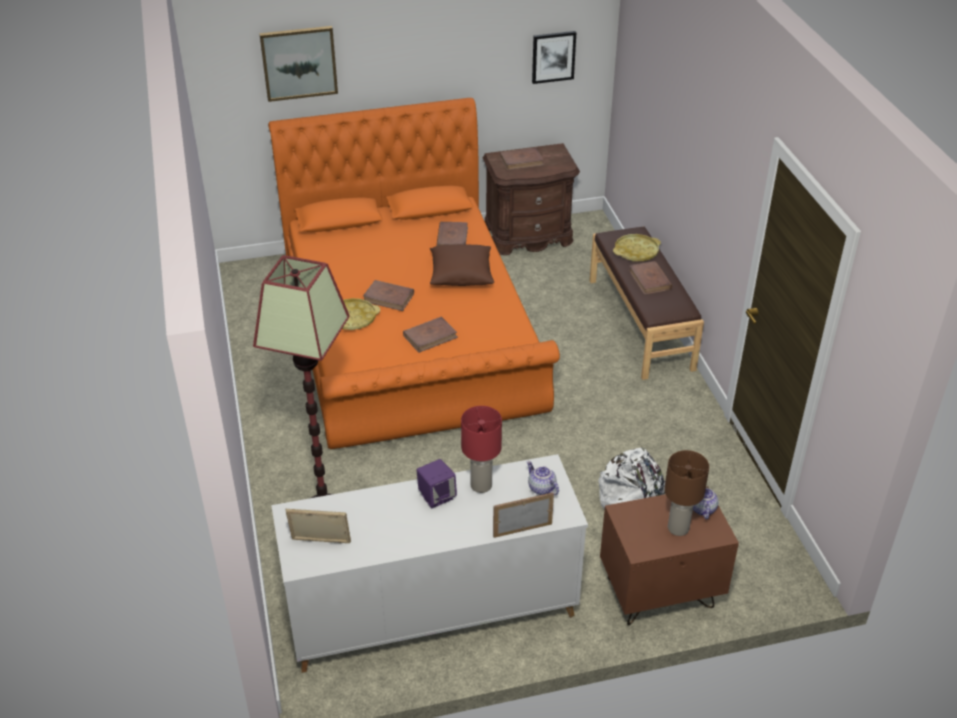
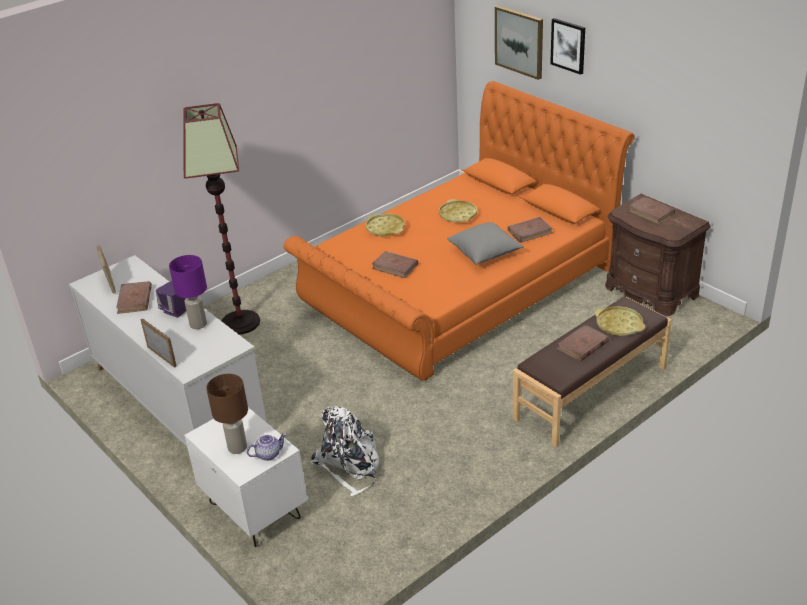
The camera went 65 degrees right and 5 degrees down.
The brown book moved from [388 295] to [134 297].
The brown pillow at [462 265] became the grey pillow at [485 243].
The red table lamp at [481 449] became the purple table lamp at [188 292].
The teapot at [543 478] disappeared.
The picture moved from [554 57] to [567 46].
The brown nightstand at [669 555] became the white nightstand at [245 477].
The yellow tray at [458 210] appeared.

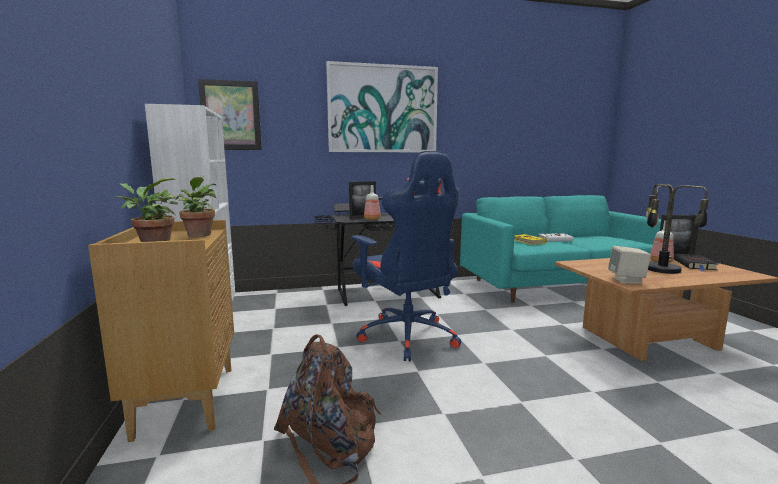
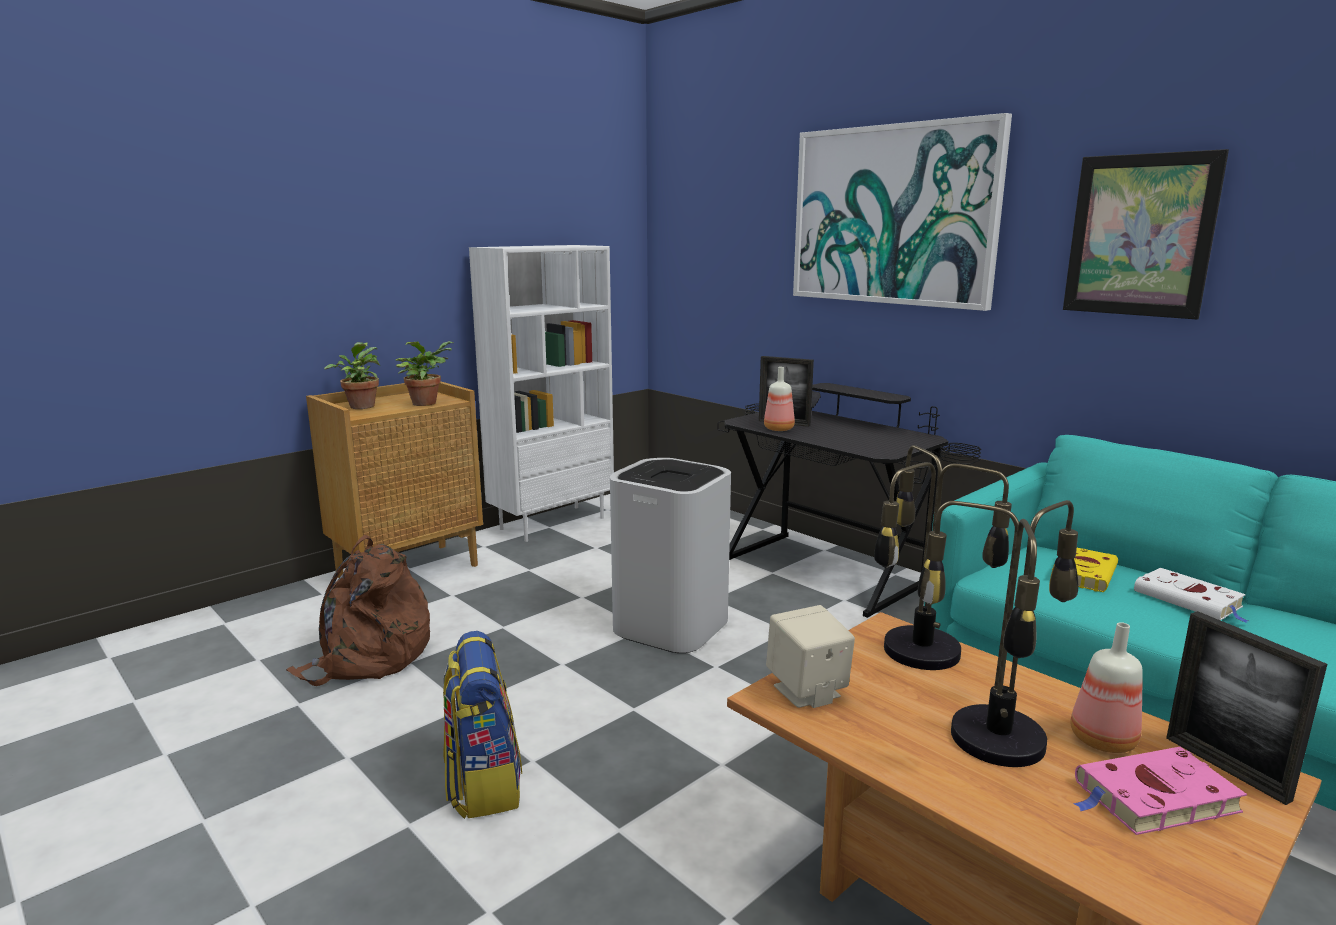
The camera went 60 degrees right and 5 degrees up.
The picture moved from [230 114] to [1146 234].
The blue office chair at [406 256] was replaced by the white trash can at [670 555].
The black book at [696 263] became the pink book at [1160 791].
The backpack at [482 725] appeared.
The table lamp at [943 557] appeared.

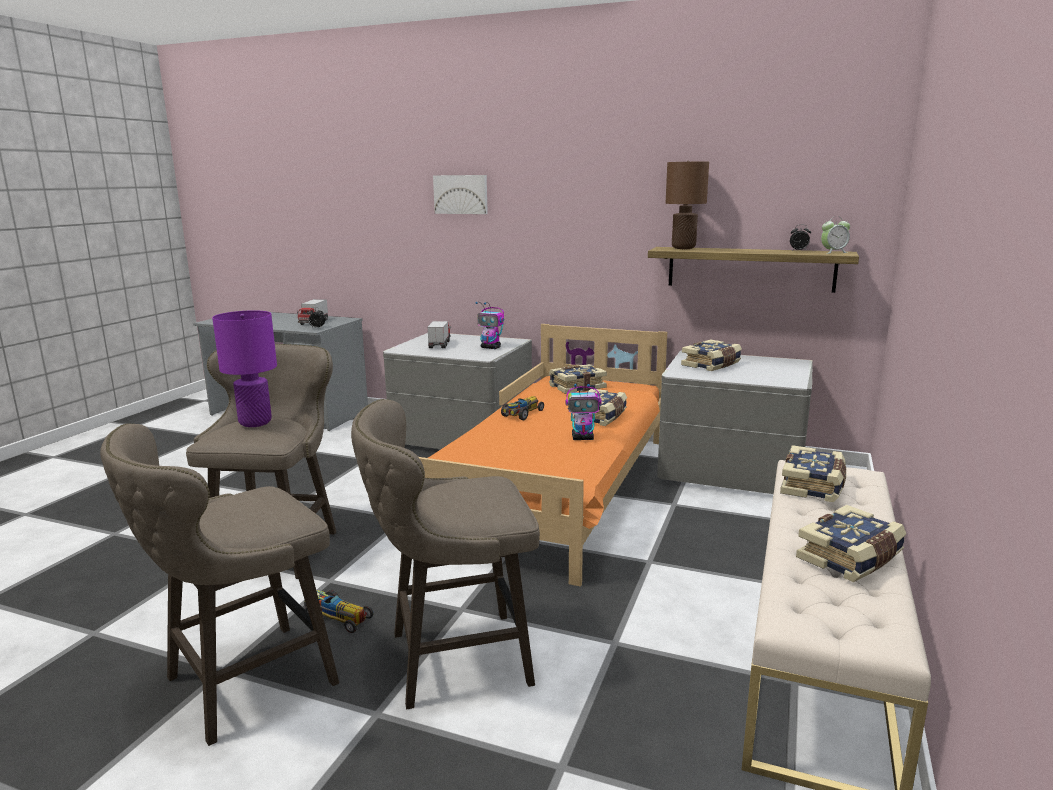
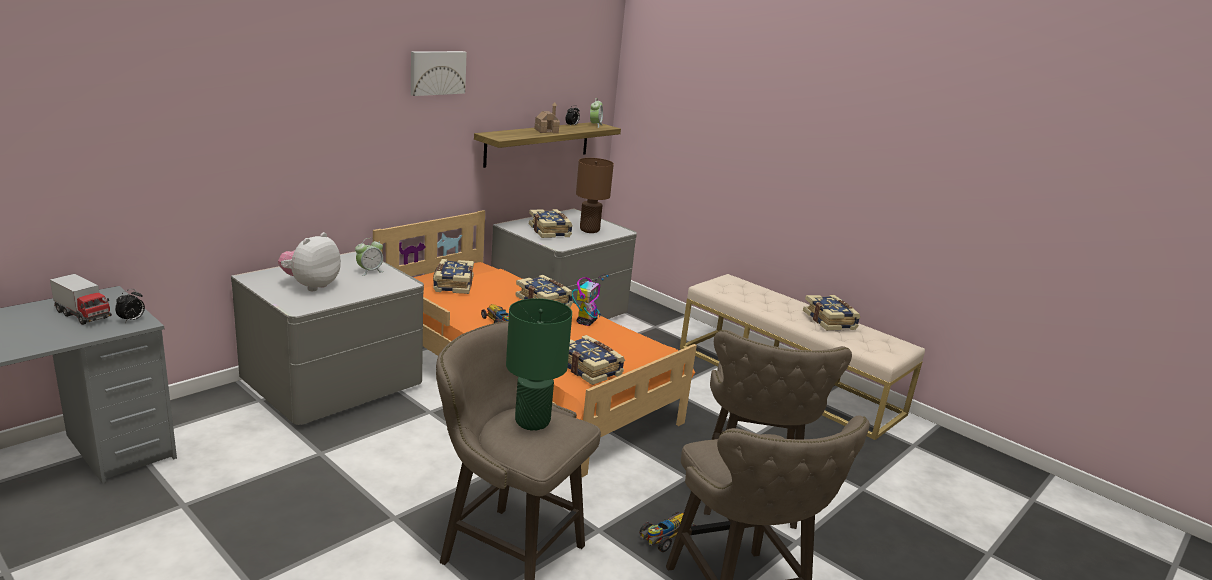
The camera went 70 degrees left and 5 degrees up.
The purple table lamp at [244 368] became the green table lamp at [539 364].
The toy truck at [439 334] was replaced by the plush toy at [309 261].
The picture moved from [460 194] to [439 73].
The toy robot at [489 325] was replaced by the alarm clock at [369 257].
The brown table lamp moved from [687 205] to [595 195].
The book moved from [813 473] to [596 360].
The toy house at [547 117] appeared.

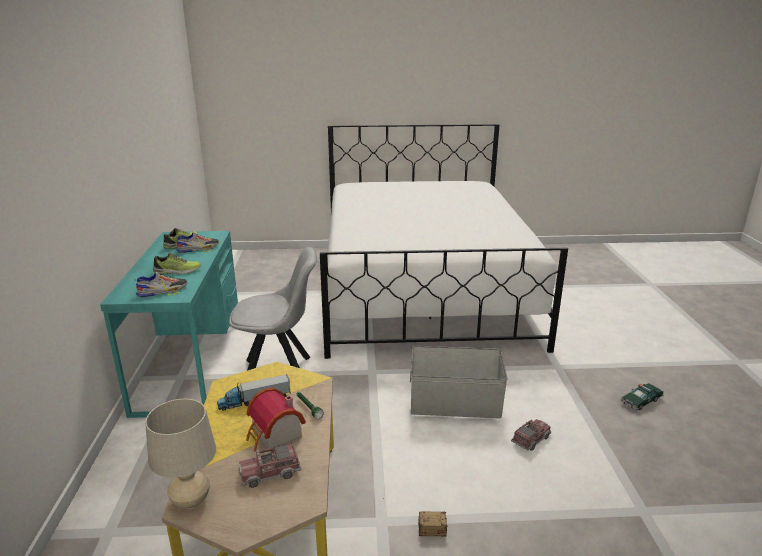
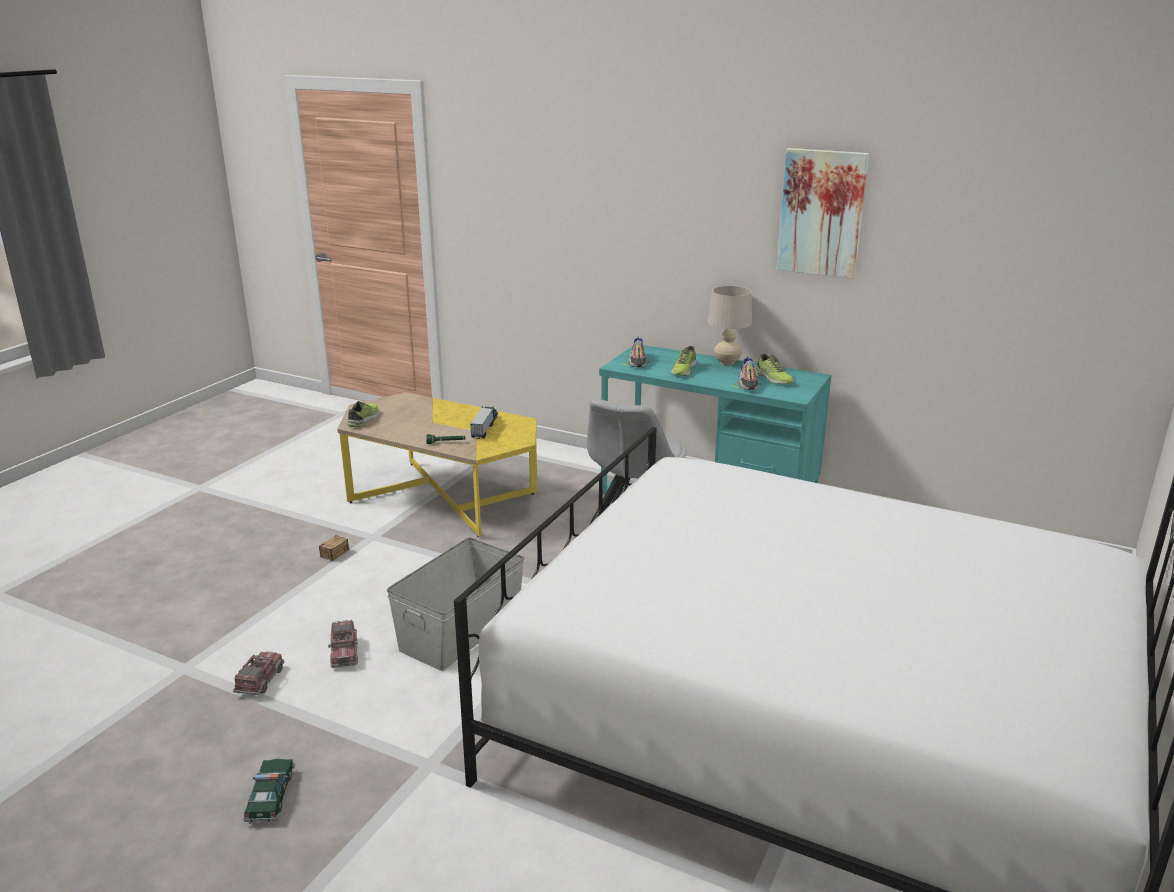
The camera went 120 degrees right and 0 degrees up.
The beige table lamp moved from [180 454] to [730 325].
The toy truck moved from [270 465] to [258 673].
The toy house at [276 420] disappeared.
The shoe at [363 414] appeared.
The picture at [823 213] appeared.

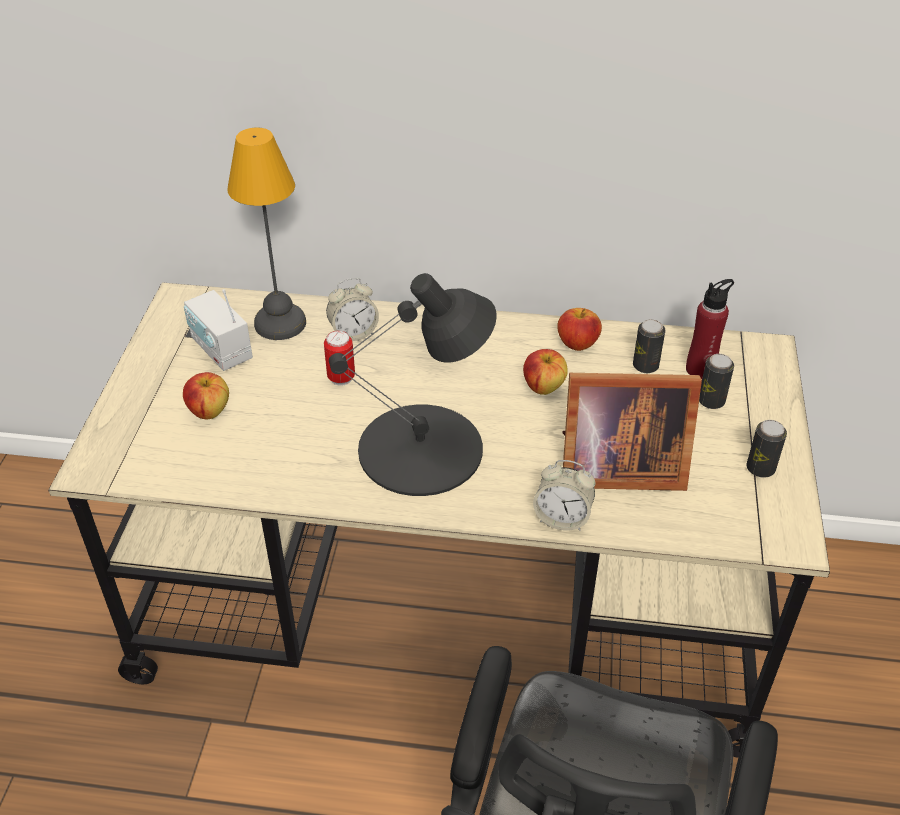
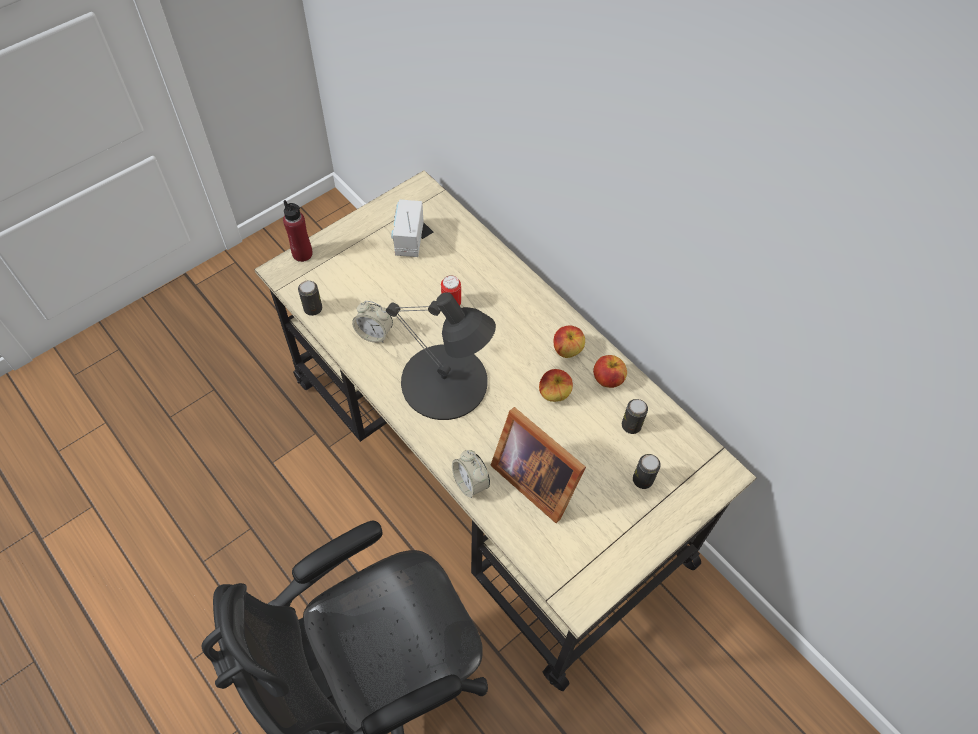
The camera went 40 degrees right and 15 degrees up.
The apple moved from [206 395] to [569 341].
The table lamp at [266 234] disappeared.
The alarm clock moved from [352 309] to [372 322].
The red bottle moved from [710 329] to [298 231].
The can moved from [767 448] to [310 298].

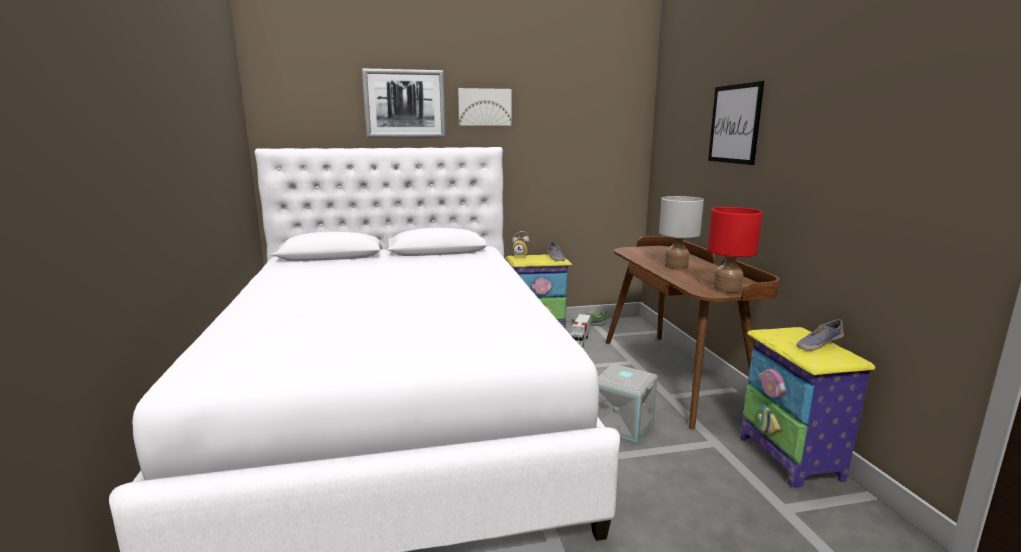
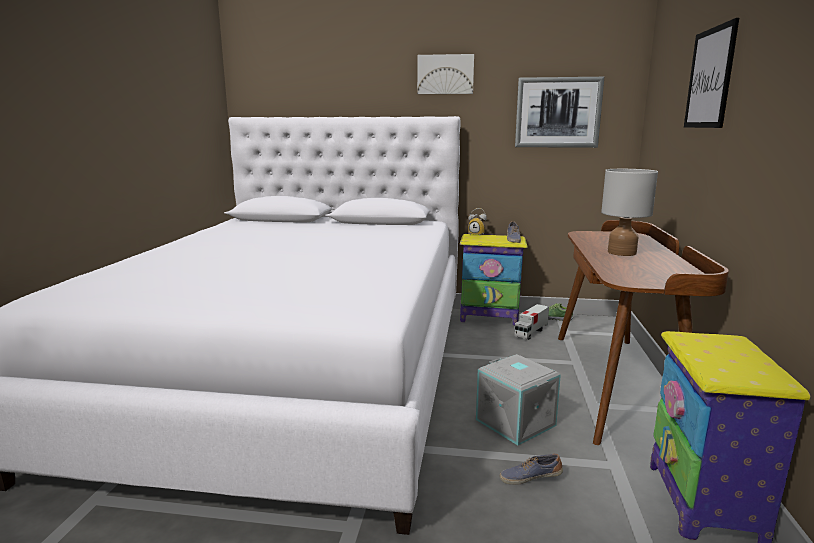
The camera went 20 degrees right and 0 degrees up.
The picture moved from [404 103] to [559 112].
The red table lamp at [735 250] disappeared.
The shoe moved from [820 335] to [531 469].

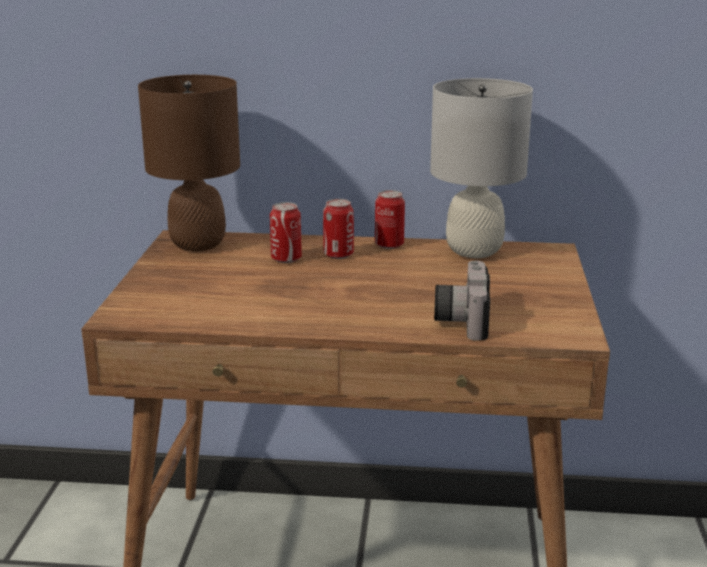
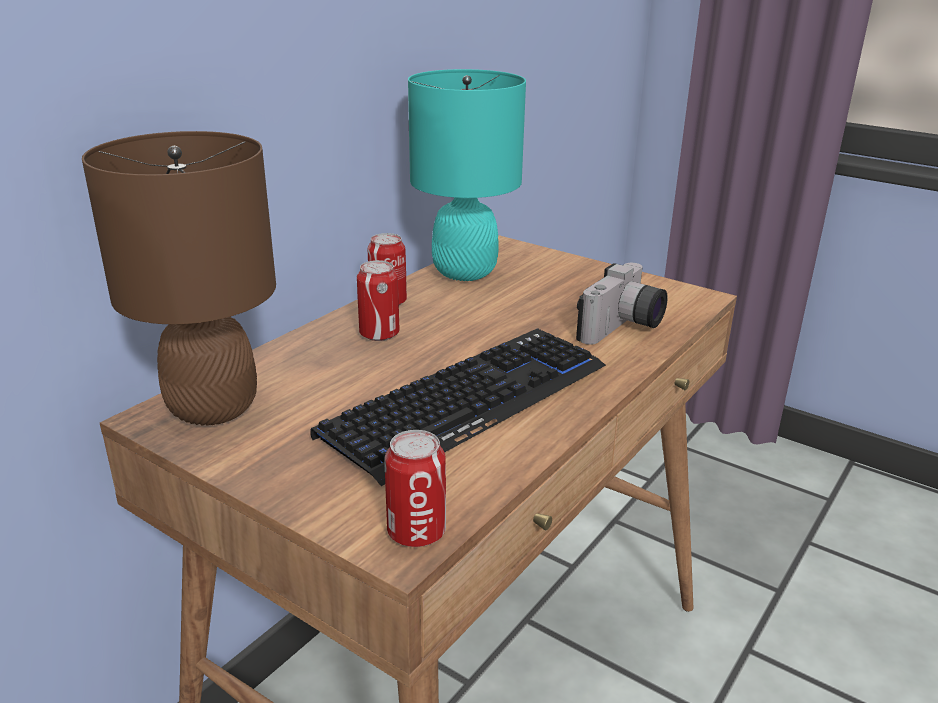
The camera went 60 degrees left and 5 degrees up.
The can moved from [286 232] to [415 488].
The grey table lamp at [481 168] became the turquoise table lamp at [467 175].
The photo camera at [462 301] turned 90 degrees counterclockwise.
The keyboard at [458 407] appeared.

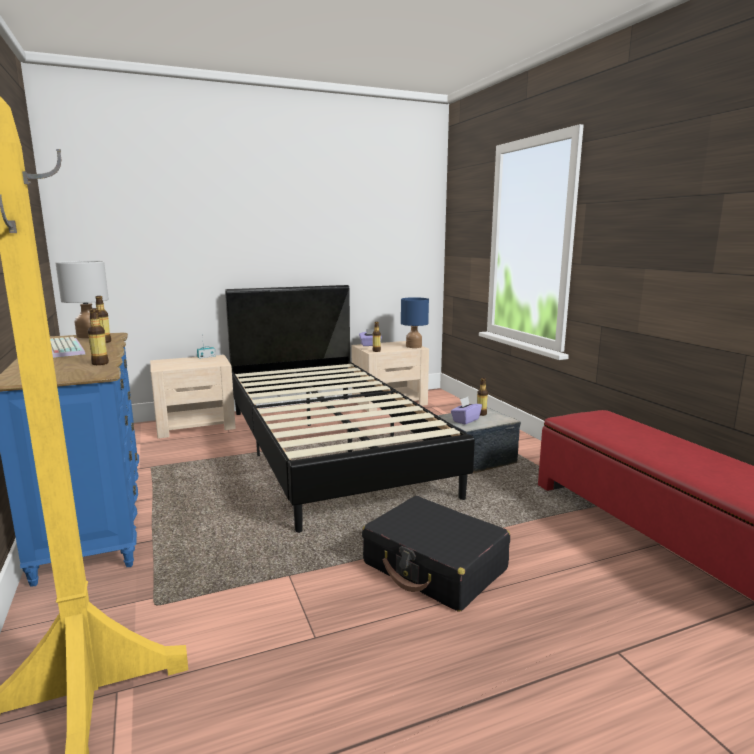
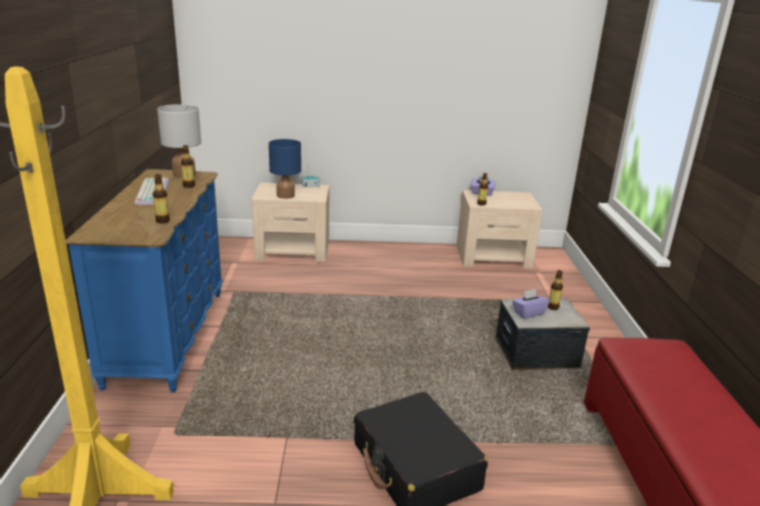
The camera went 20 degrees right and 10 degrees up.
The black bed at [350 409] disappeared.
The blue table lamp moved from [415 322] to [285 169].

